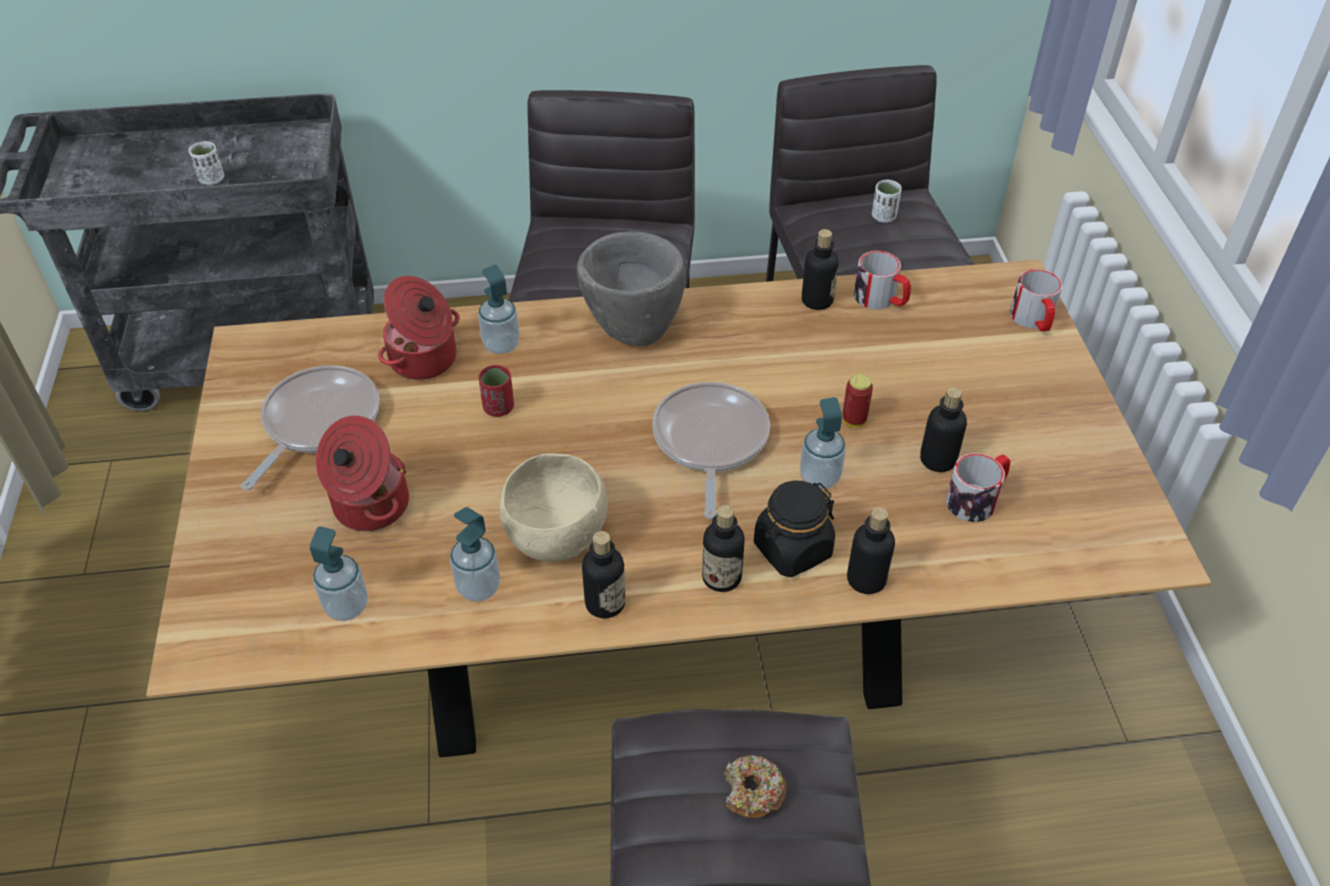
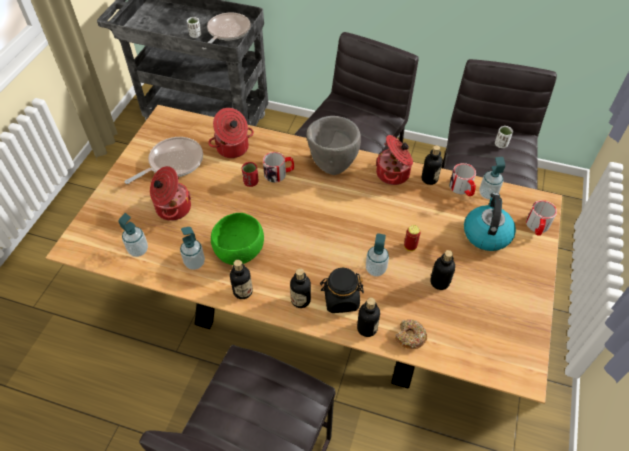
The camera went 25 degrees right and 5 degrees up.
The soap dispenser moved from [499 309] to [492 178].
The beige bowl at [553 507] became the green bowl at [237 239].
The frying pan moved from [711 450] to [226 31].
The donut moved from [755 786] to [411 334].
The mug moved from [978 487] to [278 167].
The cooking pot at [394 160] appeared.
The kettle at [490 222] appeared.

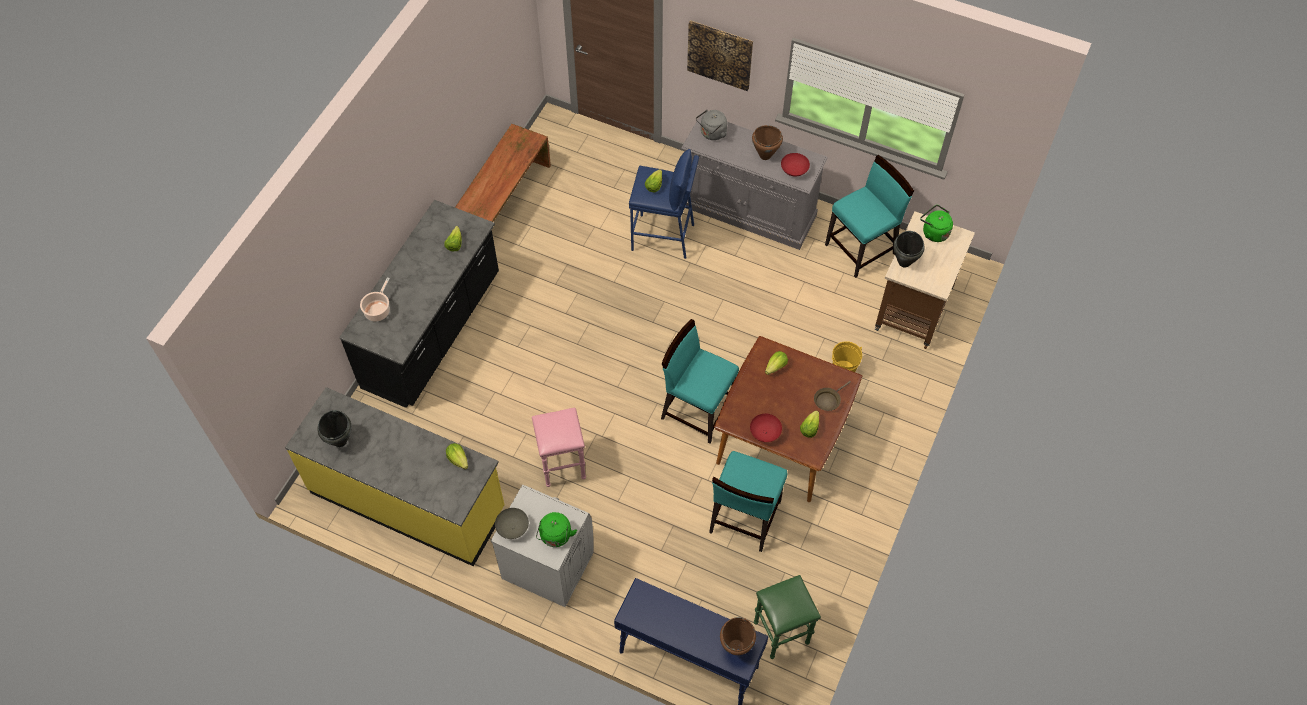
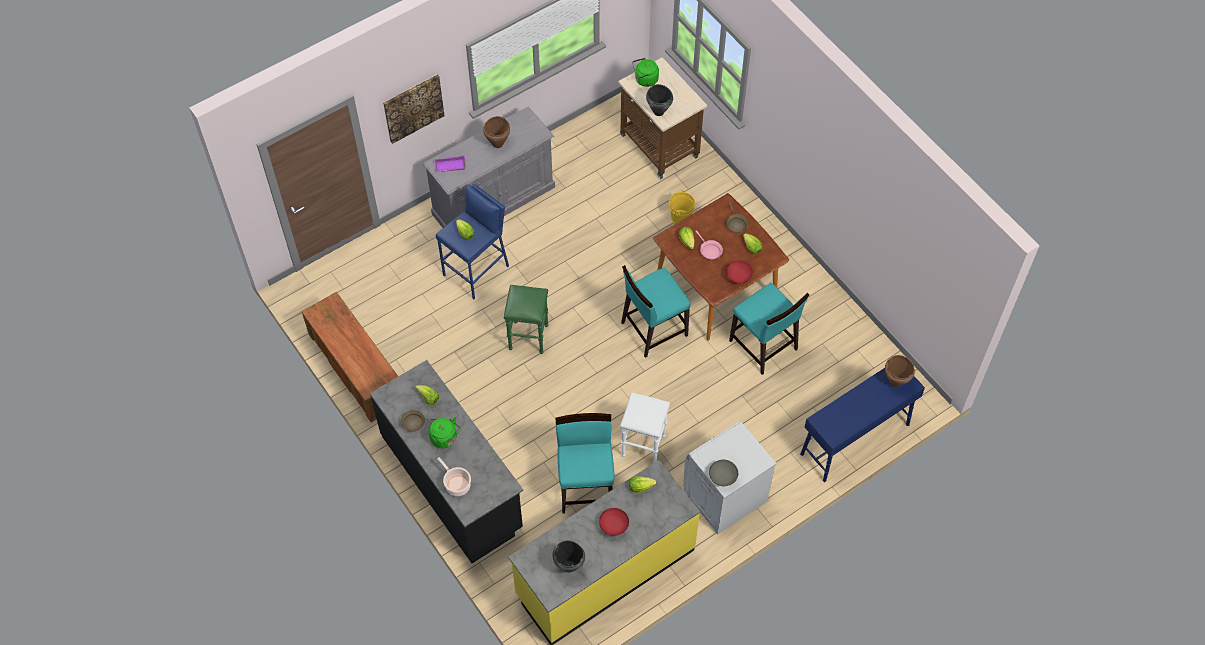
The camera went 60 degrees left and 0 degrees up.
The pink stool at [559 447] became the white stool at [645 427].
The green kettle moved from [556 529] to [445 432].
The grey kettle at [711 125] was replaced by the purple tray at [450 163].
The green stool moved from [787 617] to [526 319].
The red bowl moved from [795 165] to [614 522].
The turquoise chair moved from [869 216] to [585 463].
The brown frying pan at [420 421] appeared.
The pink frying pan at [709 244] appeared.

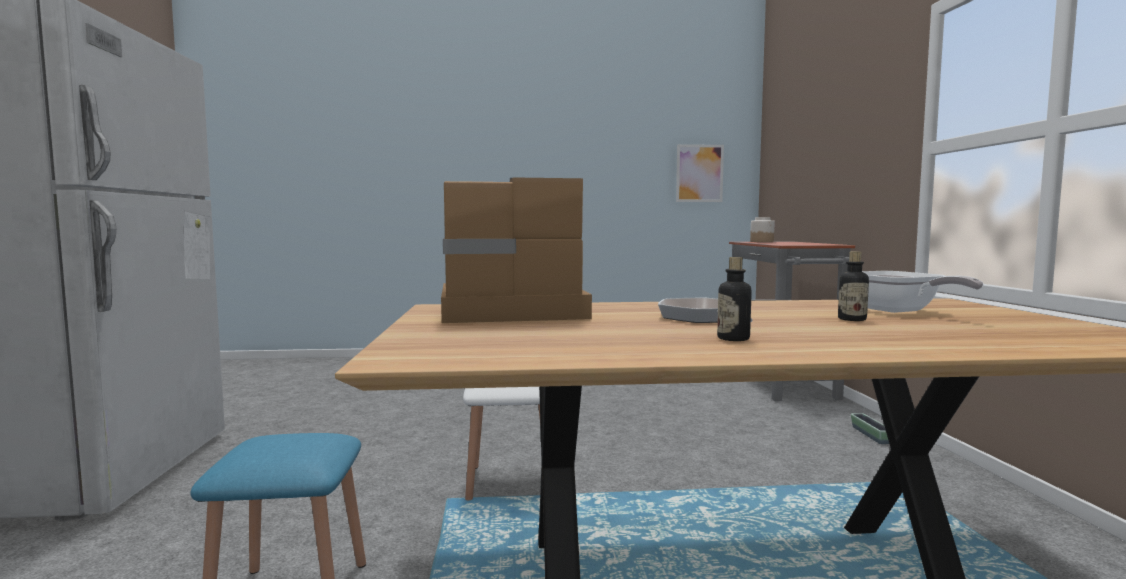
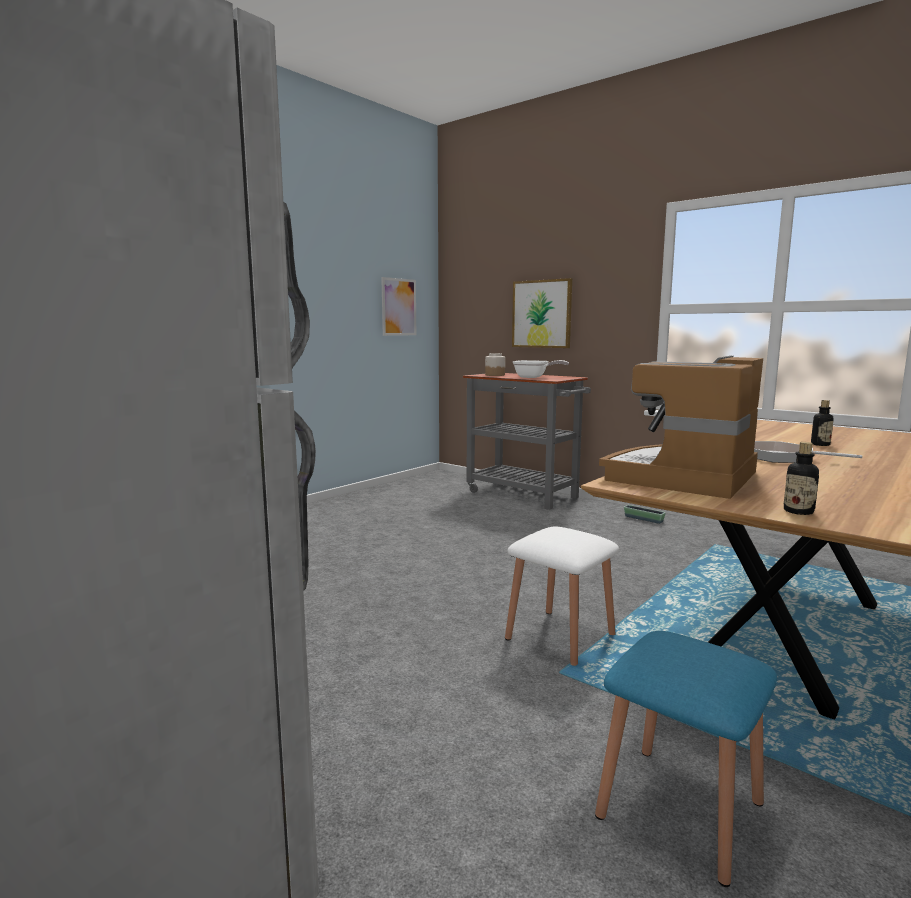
The camera went 45 degrees left and 5 degrees up.
The bottle moved from [734 299] to [801 478].
The frying pan moved from [922 292] to [541 369].
The picture at [542 313] appeared.

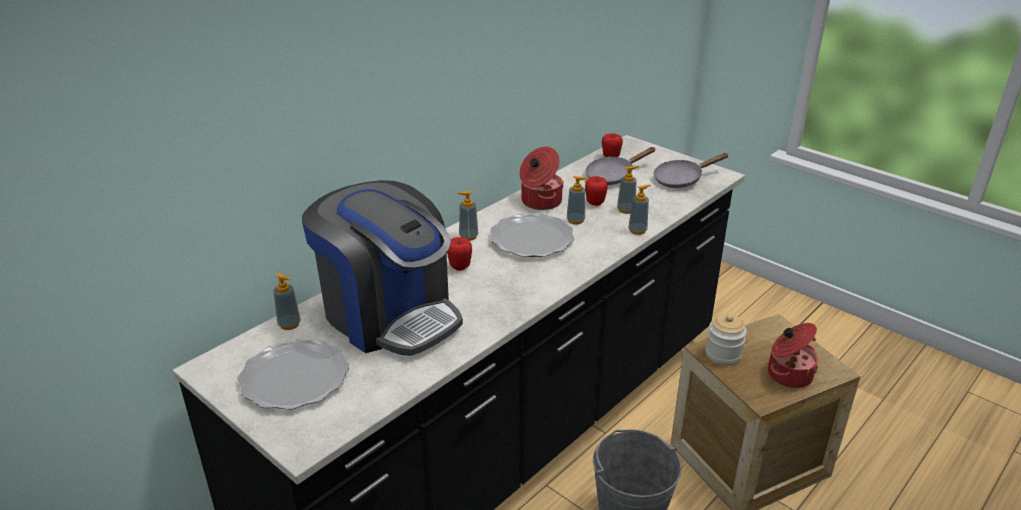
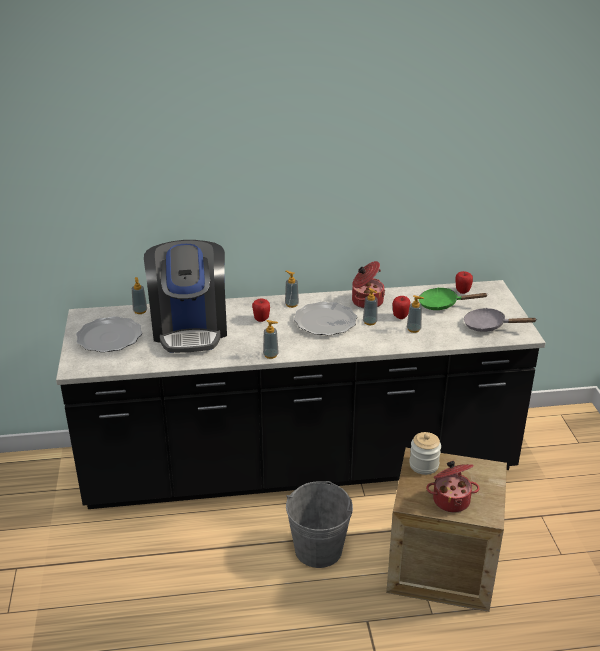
The camera went 40 degrees right and 0 degrees up.
The grey frying pan at [620 166] became the green frying pan at [453 298].
The soap dispenser moved from [639 210] to [271 339].

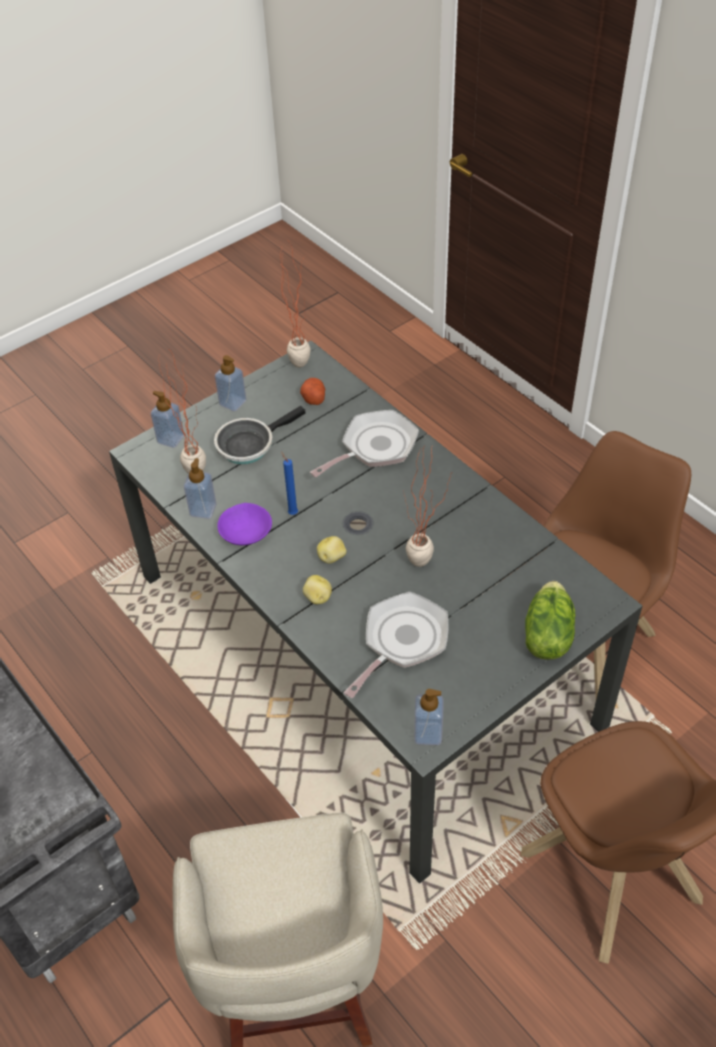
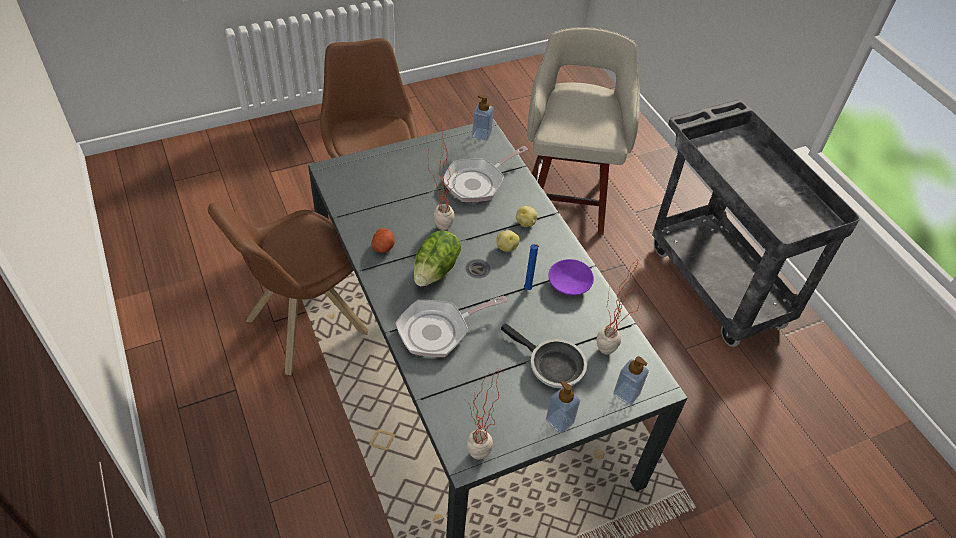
The camera went 170 degrees left and 0 degrees up.
The soap dispenser at [200 488] disappeared.
The frying pan at [260 435] turned 60 degrees clockwise.
The potato moved from [312 391] to [383 240].
The lettuce moved from [550 620] to [437 258].

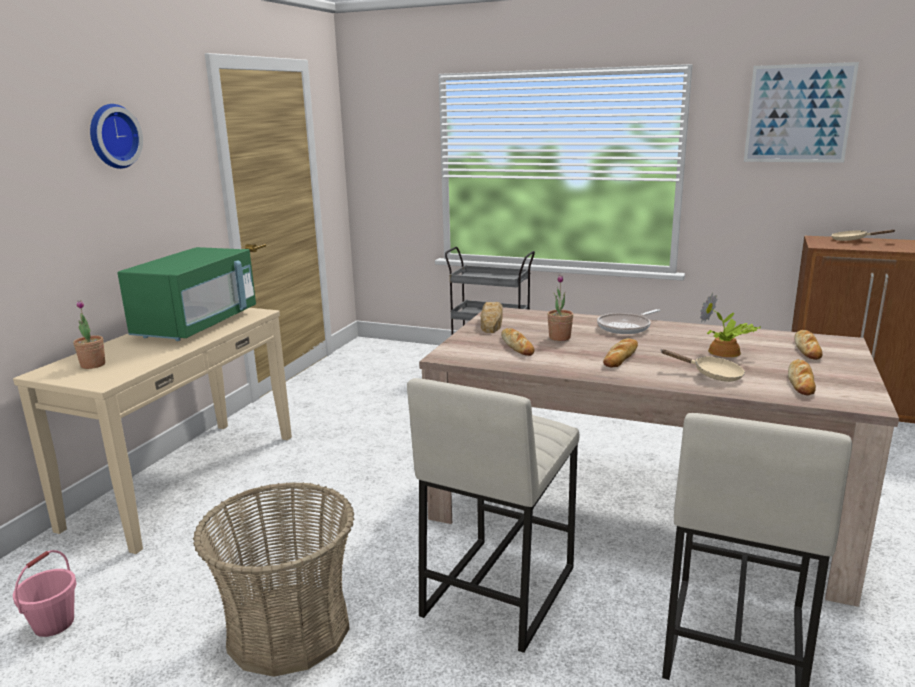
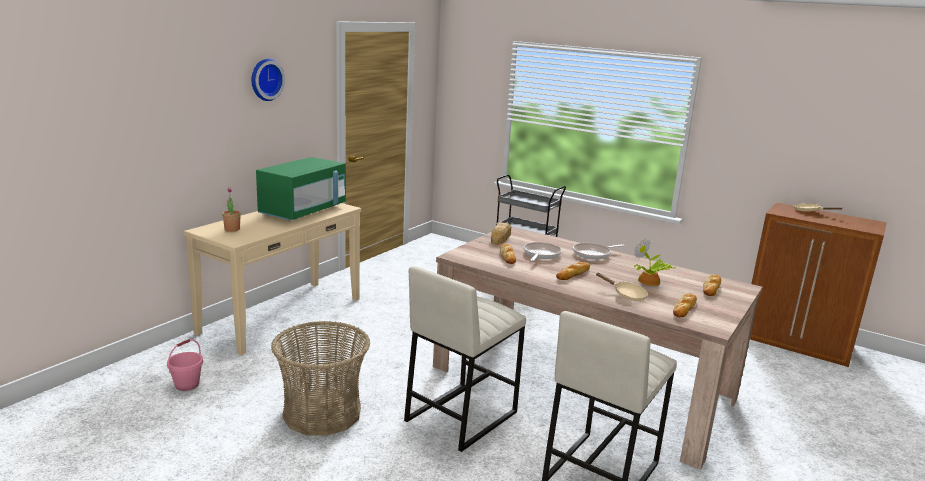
The camera went 10 degrees right and 0 degrees up.
The potted plant at [560 308] was replaced by the frying pan at [543 251].
The picture at [801 112] disappeared.

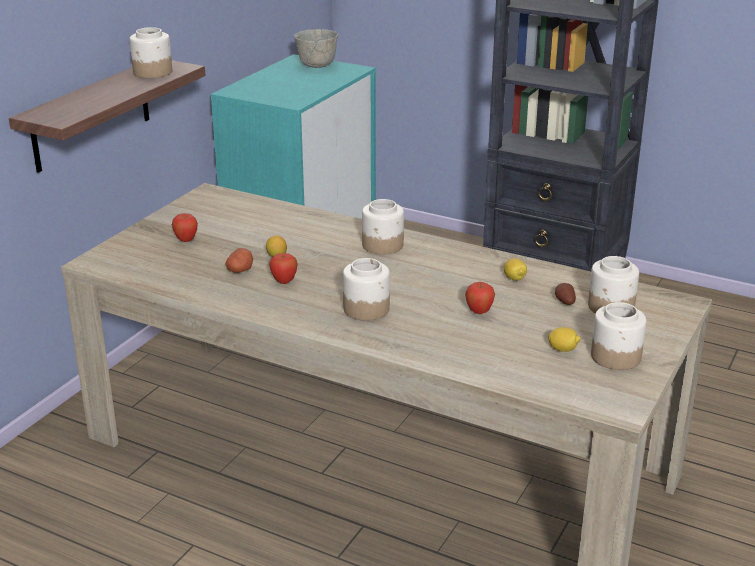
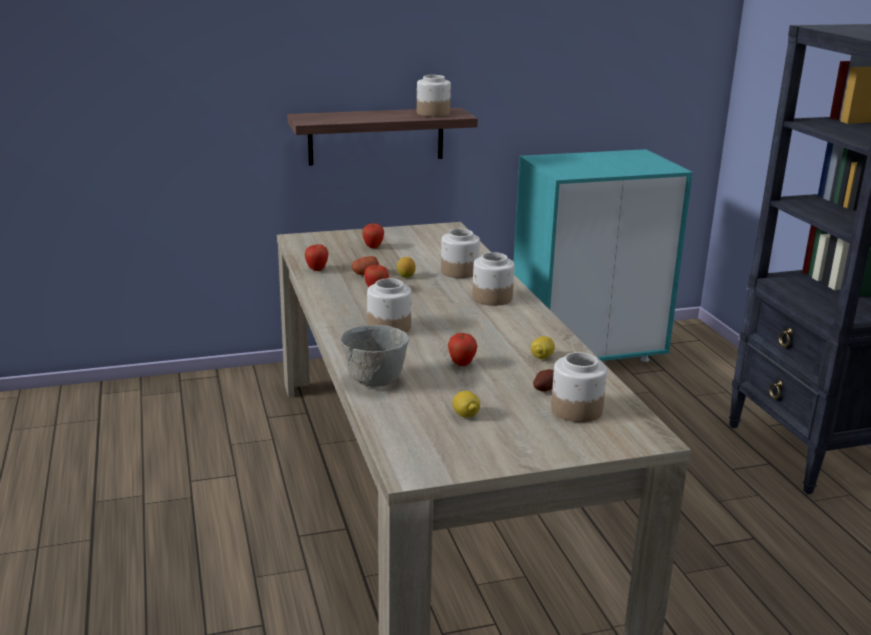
The camera went 45 degrees right and 5 degrees down.
The grey bowl moved from [316 48] to [374 356].
The jar moved from [618 336] to [460 253].
The apple at [316 257] appeared.

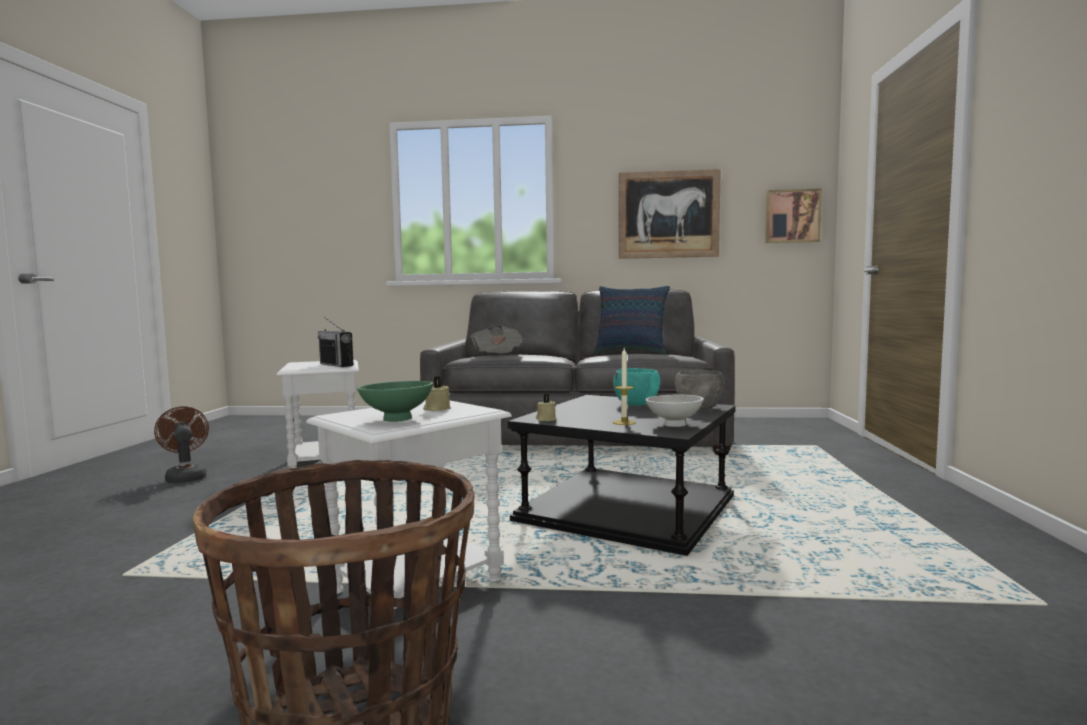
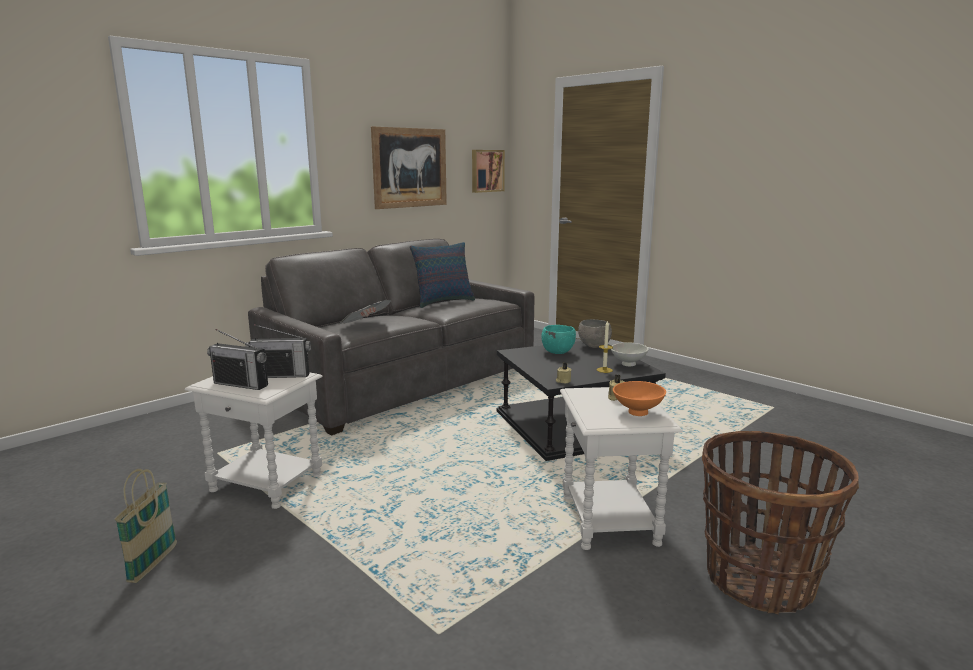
The camera went 50 degrees left and 10 degrees up.
The brown fan at [181 444] was replaced by the basket at [145 526].
The green bowl at [395 401] became the orange bowl at [639 398].
The radio at [237 359] appeared.

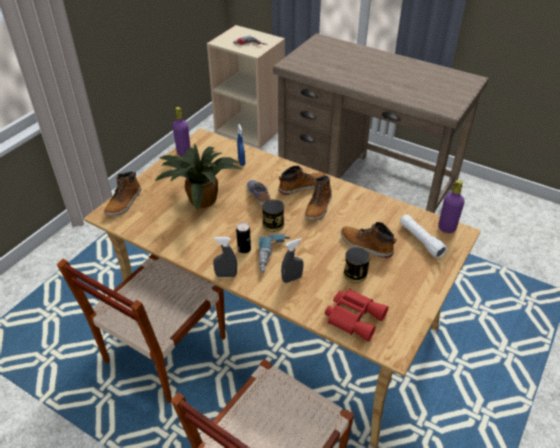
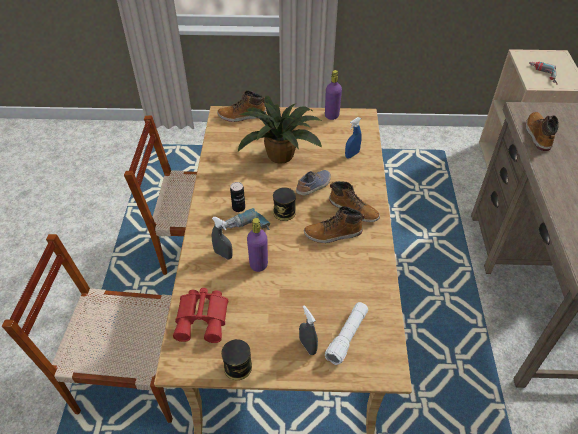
The camera went 60 degrees right and 5 degrees up.
The grey spray bottle moved from [225 257] to [308 330].
The boot moved from [369 240] to [542 131].
The can moved from [357 265] to [236 359].
The purple bottle moved from [451 206] to [257 245].

